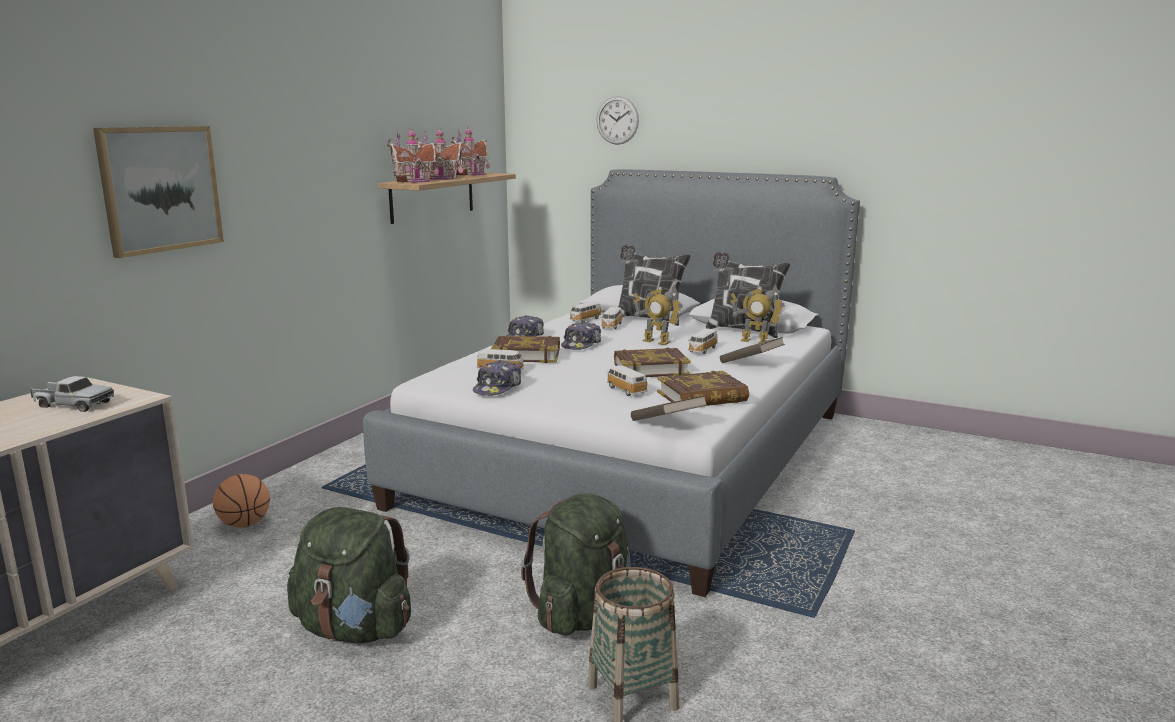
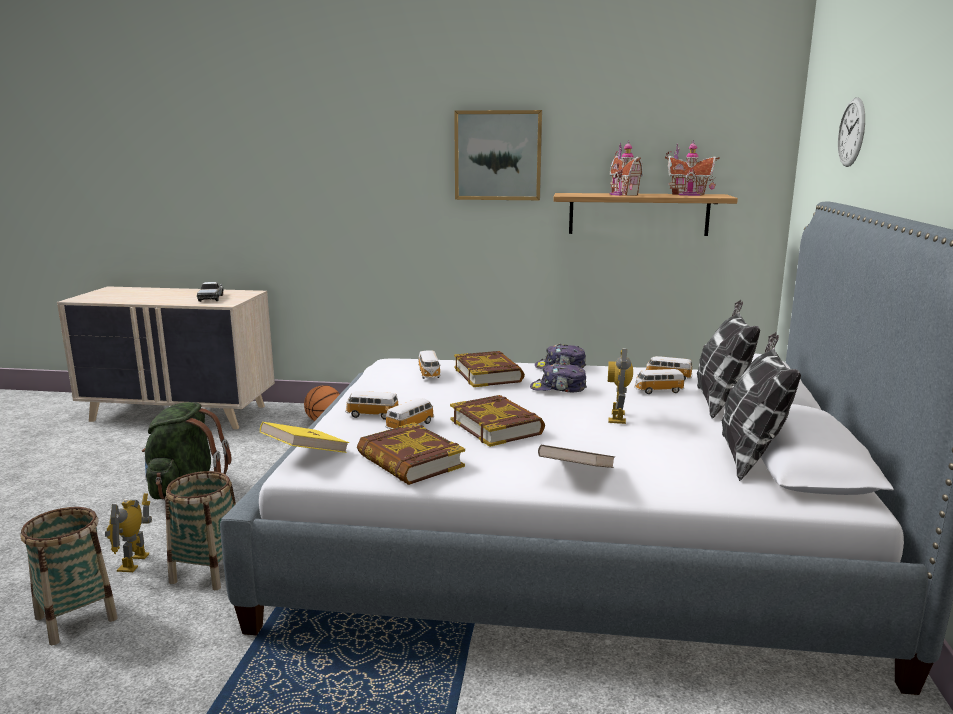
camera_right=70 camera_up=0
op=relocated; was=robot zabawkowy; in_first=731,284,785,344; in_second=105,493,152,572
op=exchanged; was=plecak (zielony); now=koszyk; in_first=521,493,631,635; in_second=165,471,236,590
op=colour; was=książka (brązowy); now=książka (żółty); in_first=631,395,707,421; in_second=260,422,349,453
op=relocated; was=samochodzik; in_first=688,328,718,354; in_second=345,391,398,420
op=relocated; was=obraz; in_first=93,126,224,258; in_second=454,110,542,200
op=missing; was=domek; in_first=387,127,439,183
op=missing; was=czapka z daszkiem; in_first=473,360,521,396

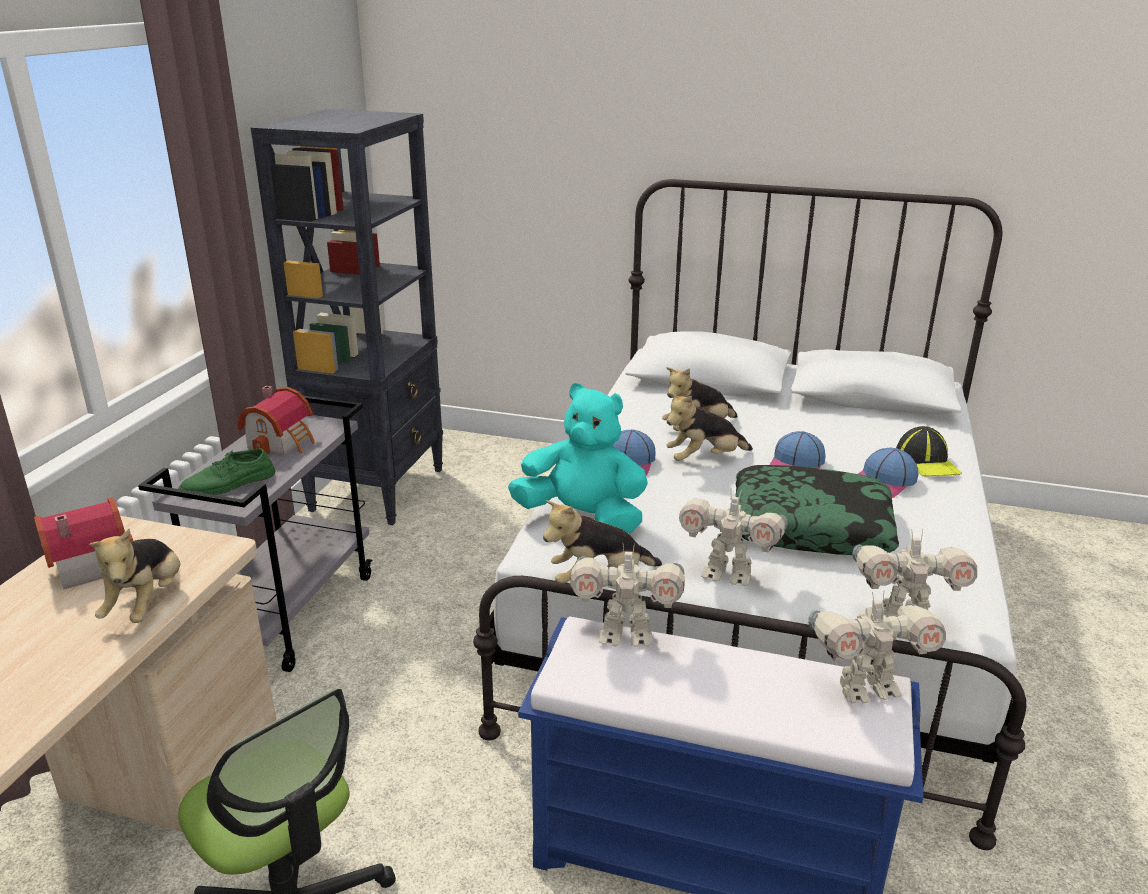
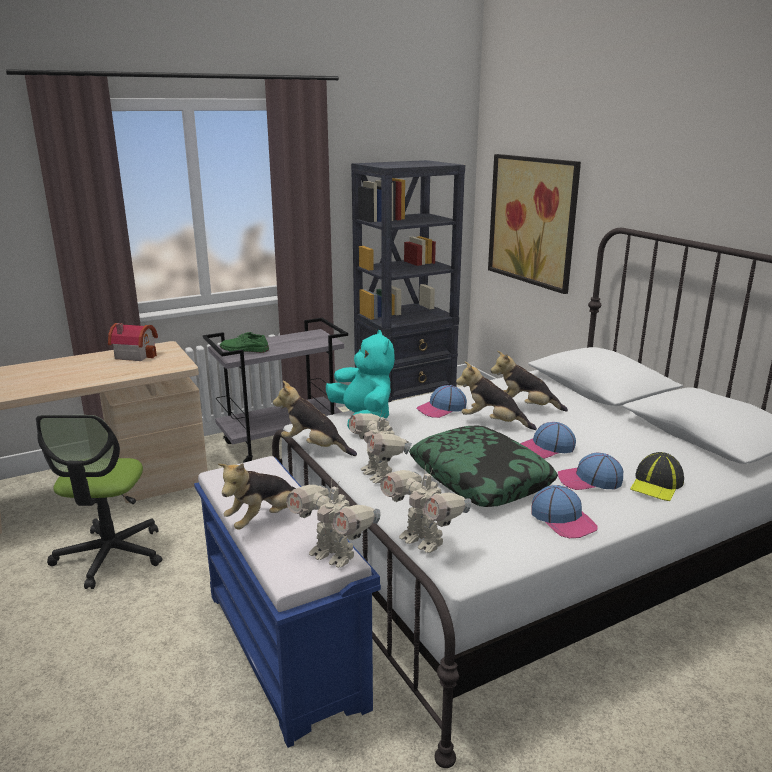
camera_right=45 camera_up=-5
op=relocated; was=pluszak; in_first=89,529,180,623; in_second=218,463,296,530
op=appeared; now=obraz; in_second=488,154,581,294
op=appeared; now=czapka z daszkiem; in_second=532,485,598,538
op=missing; was=domek; in_first=237,386,315,455
op=missing; was=robot zabawkowy; in_first=570,543,685,647

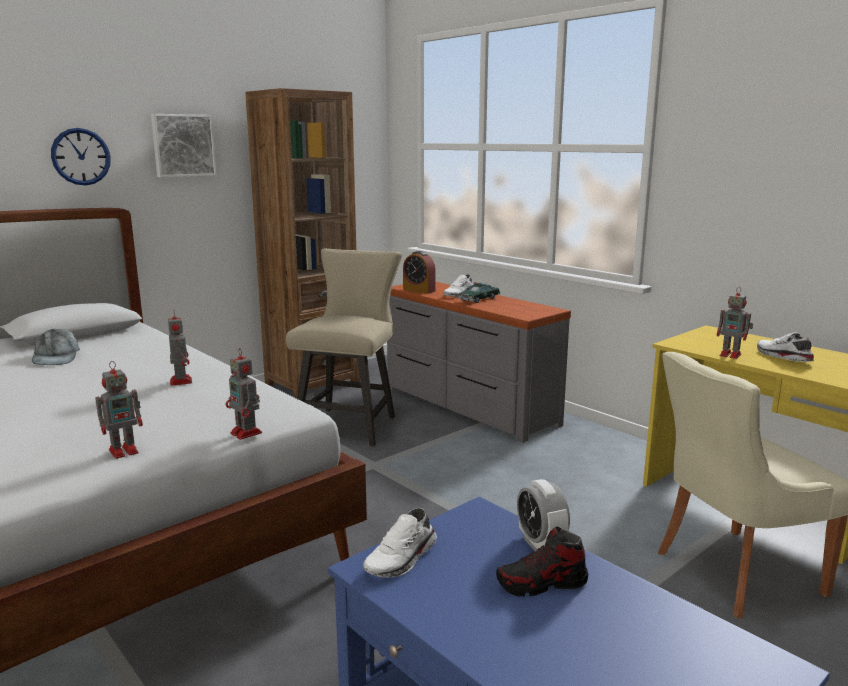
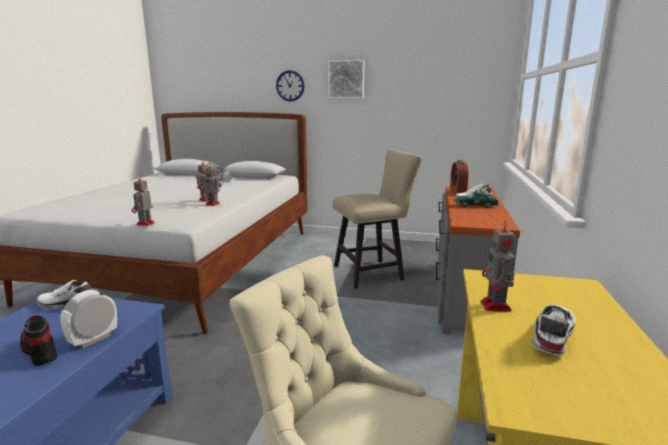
camera_right=55 camera_up=0
op=relocated; was=robot zabawkowy; in_first=95,361,143,459; in_second=202,163,221,206
op=missing; was=regał (brązowy); in_first=245,88,360,399

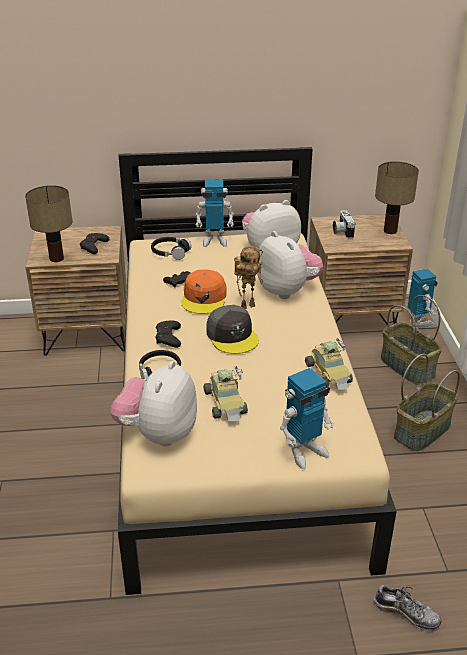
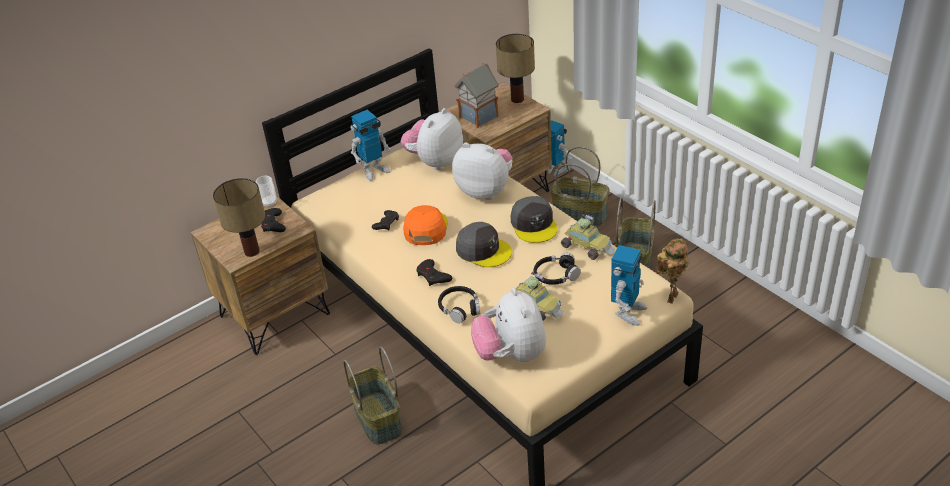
camera_right=-30 camera_up=5
op=appeared; now=filiżanka; in_second=256,176,277,208
op=appeared; now=koszyk; in_second=343,347,403,444
op=spun; was=czapka z daszkiem (pomarańczowy); in_first=182,270,227,314; in_second=403,205,448,245; clockwise=-150
op=exchanged; was=aparat fotograficzny; now=domek; in_first=333,210,356,238; in_second=454,63,499,128
op=appeared; now=czapka z daszkiem (szary); in_second=511,196,558,243
op=relocated; was=słuchawki (czarny); in_first=151,237,192,260; in_second=534,253,581,285
op=relocated; was=robot zabawkowy; in_first=234,246,264,309; in_second=657,239,688,304
op=missing; was=but; in_first=374,585,441,630

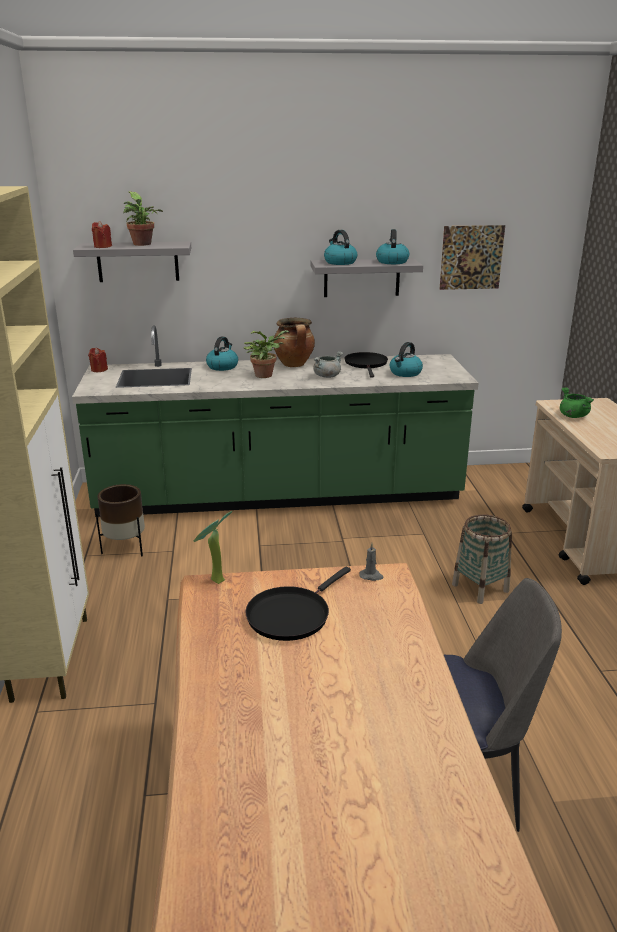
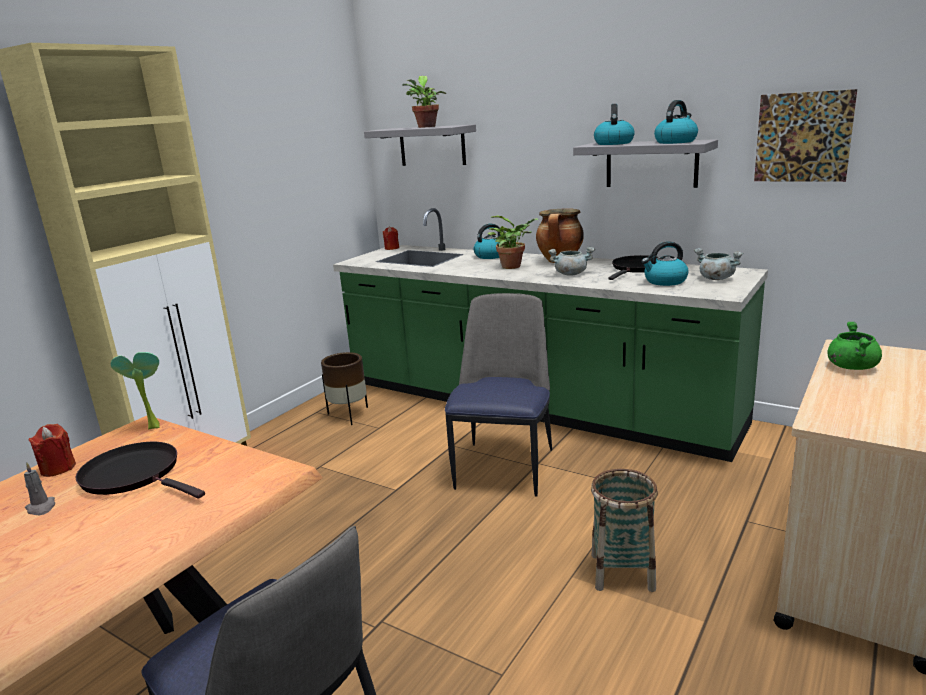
camera_right=40 camera_up=-5
op=relocated; was=świeca (szary); in_first=359,543,384,581; in_second=24,462,55,515
op=relocated; was=świeca (czerwony); in_first=92,221,112,248; in_second=29,424,76,477
op=spun; was=patelnia (czarny); in_first=246,566,351,641; in_second=75,442,205,499; clockwise=45
op=appeared; now=krzesło; in_second=445,293,552,496
op=appeared; now=garnek (szary); in_second=694,248,743,280

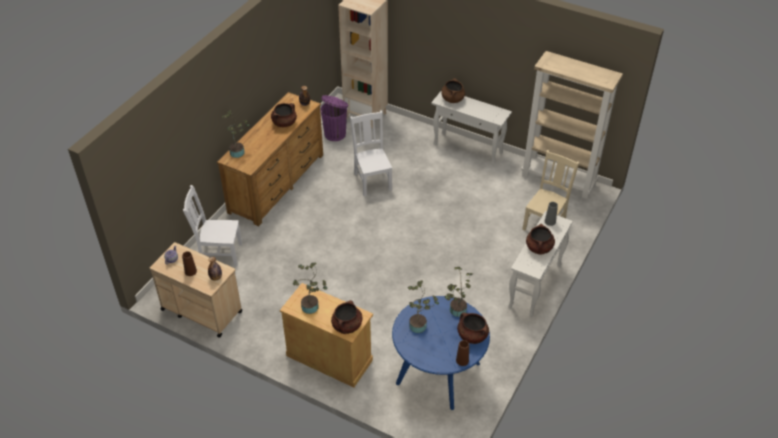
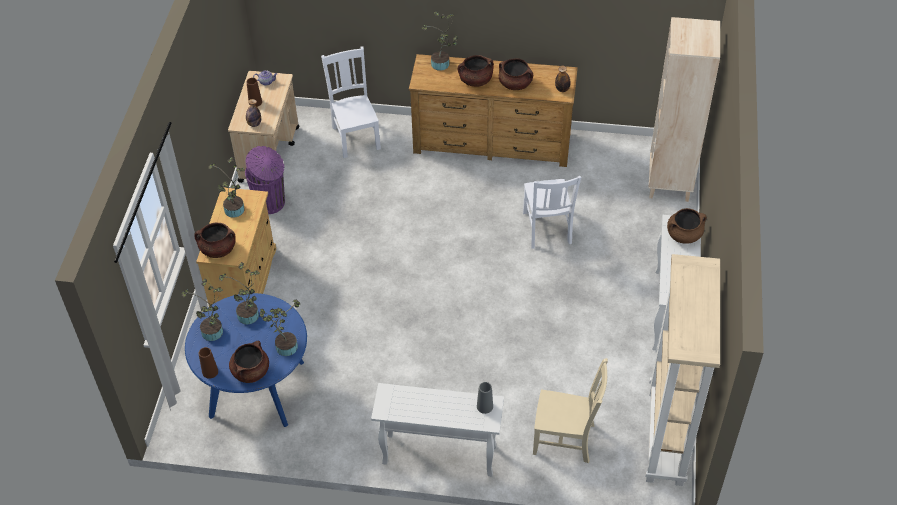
camera_right=70 camera_up=5
op=appeared; now=roślina doniczkowa; in_second=182,279,223,341
op=relocated; was=kosz na śmieci (fioletowy); in_first=321,95,348,141; in_second=245,146,285,214
op=relocated; was=garnek (brązowy); in_first=526,224,555,254; in_second=458,55,494,87
op=spun; was=krzesło (biały); in_first=350,110,392,196; in_second=523,176,581,249; clockwise=120

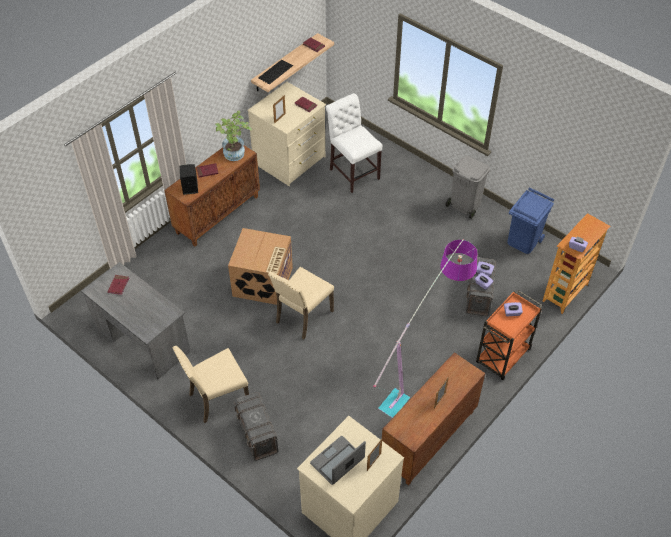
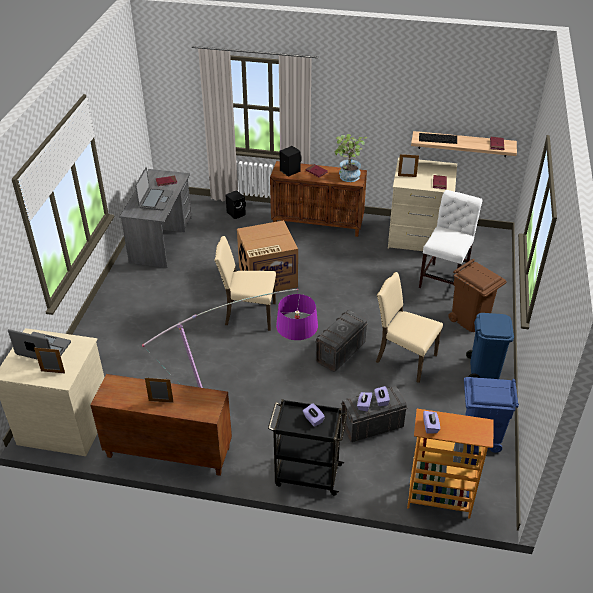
camera_right=60 camera_up=-10
op=appeared; now=laptop; in_second=135,167,173,211
op=appeared; now=głośnik (czarny); in_second=226,190,246,219
op=colour; was=wózek (pomarańczowy); now=wózek (czarny); in_first=476,290,542,380; in_second=268,399,347,496
op=relocated; was=pojemnik do przechowywania (szary); in_first=234,392,278,461; in_second=315,310,368,372
op=relocated; was=krzesło (beżowy); in_first=173,346,249,423; in_second=376,272,443,383
op=appeared; now=kosz na śmieci (brązowy); in_second=448,259,507,332
op=colour; was=kosz na śmieci (szary); now=kosz na śmieci (niebieski); in_first=445,156,490,219; in_second=466,313,514,379

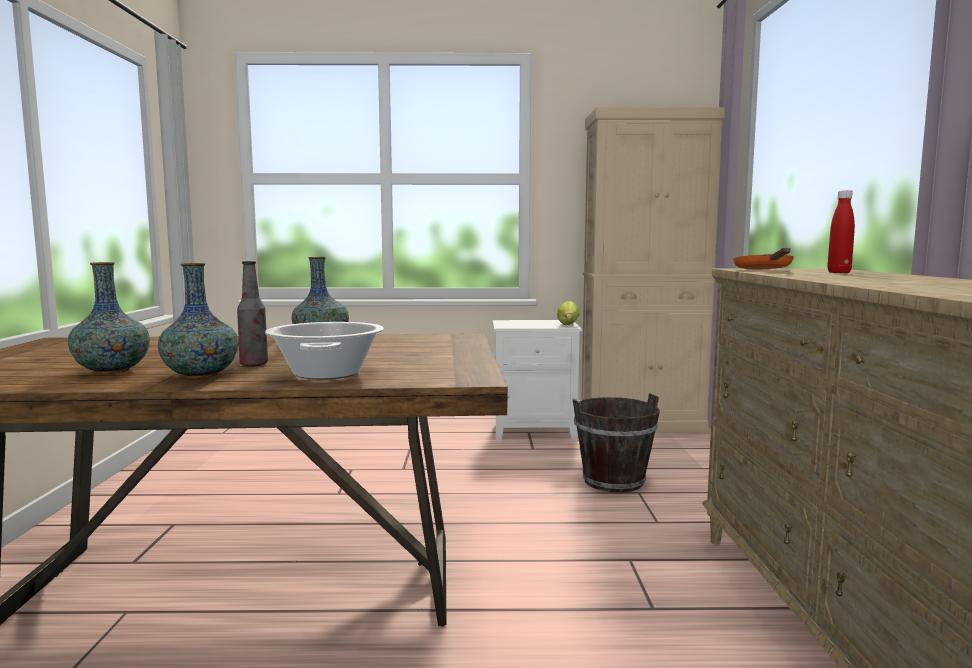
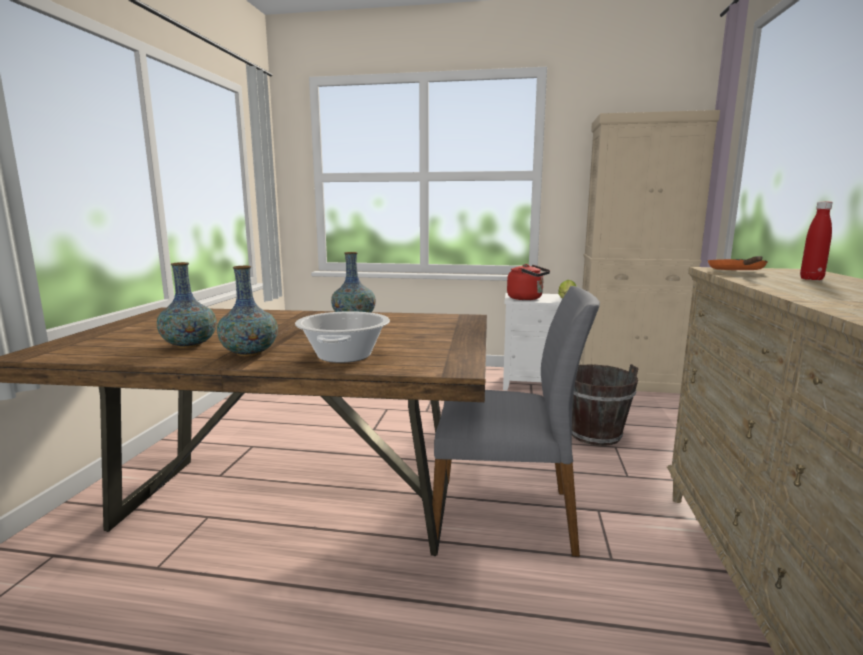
camera_right=10 camera_up=5
op=appeared; now=krzesło (szary); in_second=432,286,600,557
op=appeared; now=czajnik (czerwony); in_second=507,264,550,300
op=missing; was=butelka; in_first=237,261,268,366

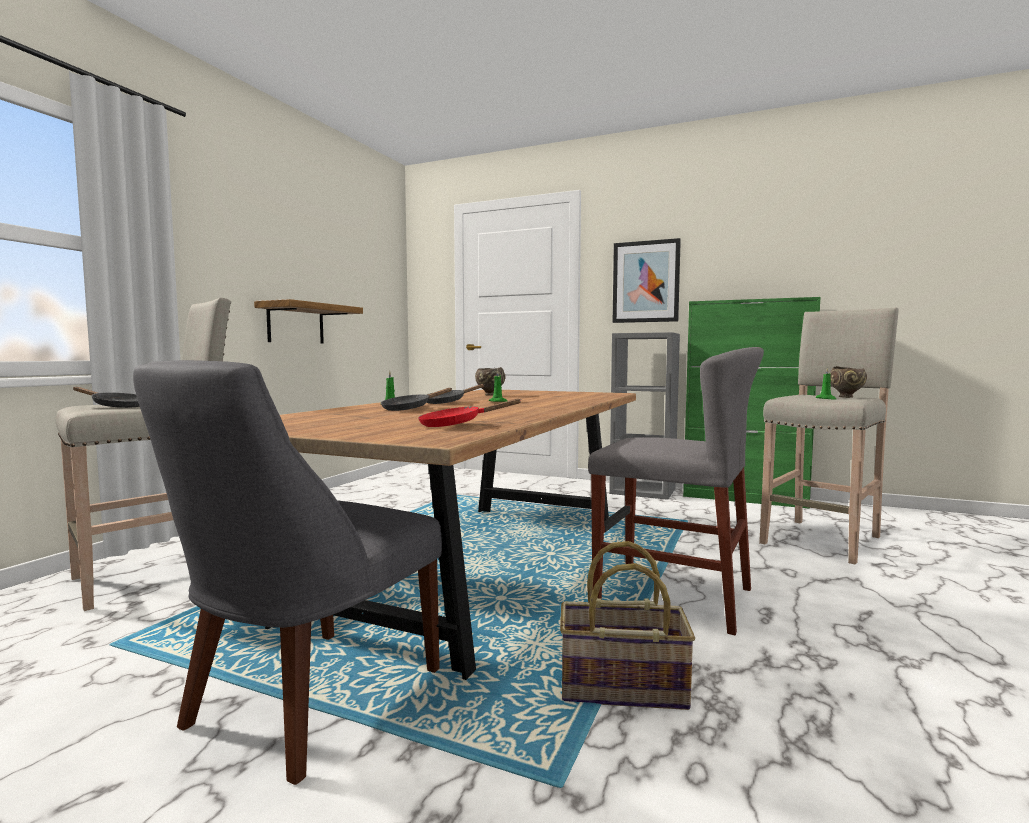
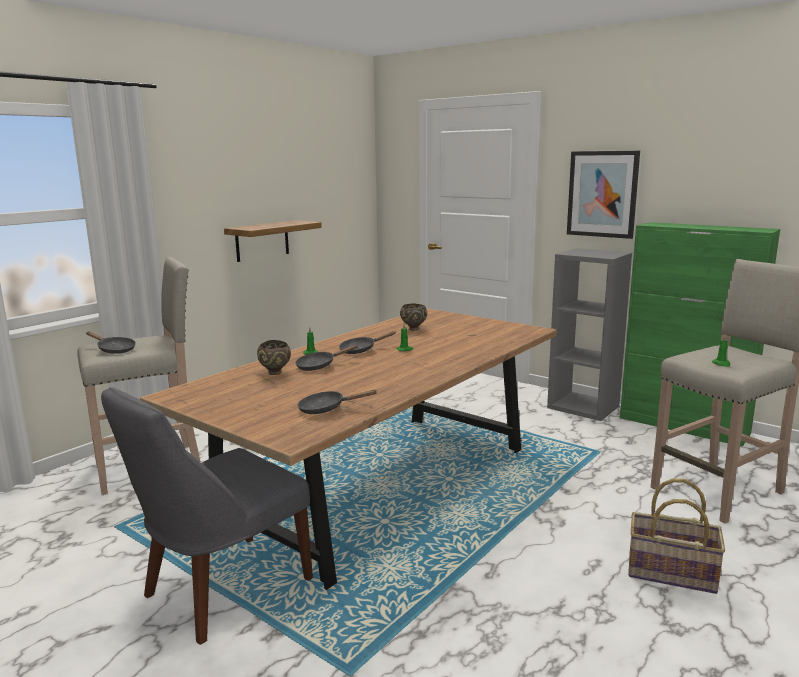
camera_right=15 camera_up=10
op=relocated; was=miska (brązowy); in_first=830,366,867,398; in_second=257,340,291,375
op=colour; was=patelnia (czerwony); now=patelnia (czarny); in_first=418,399,522,427; in_second=297,390,378,414
op=relocated; was=koszyk; in_first=560,541,695,710; in_second=628,479,725,594
op=missing; was=krzesło (szary); in_first=588,347,764,635

